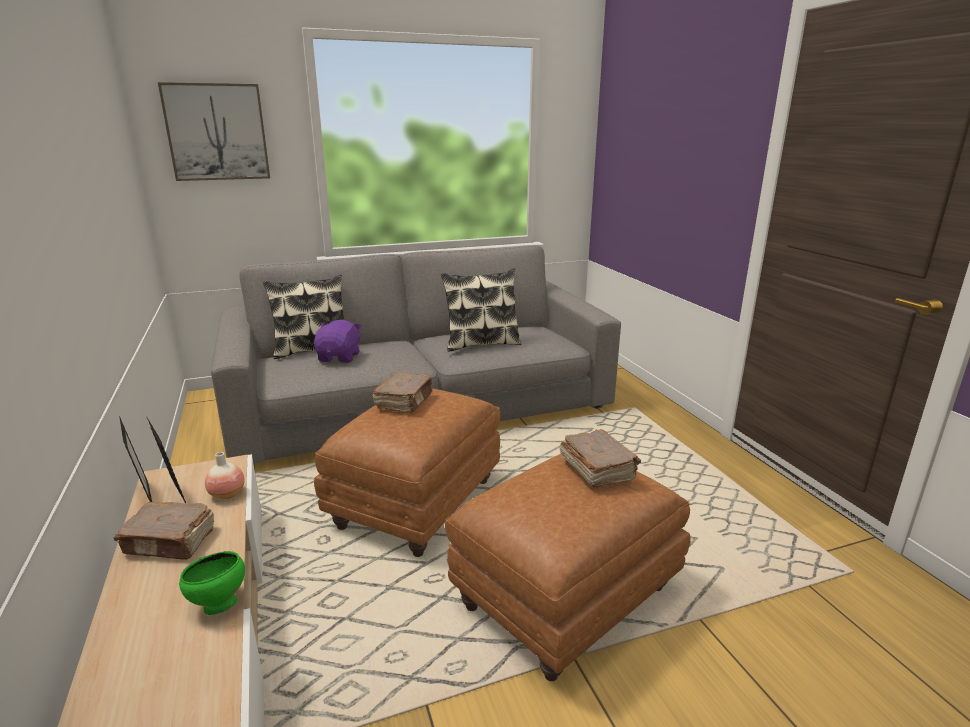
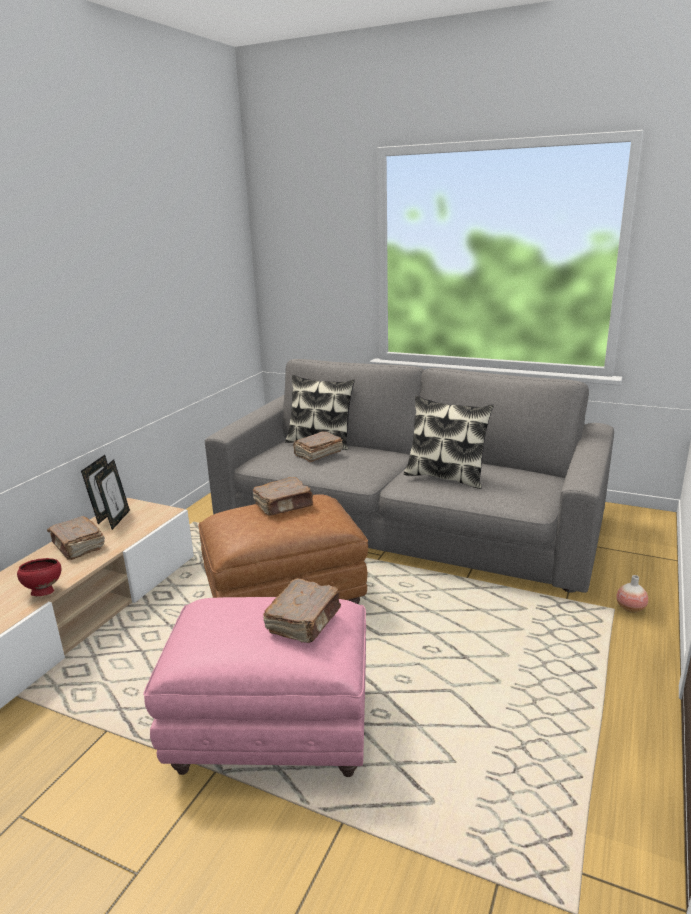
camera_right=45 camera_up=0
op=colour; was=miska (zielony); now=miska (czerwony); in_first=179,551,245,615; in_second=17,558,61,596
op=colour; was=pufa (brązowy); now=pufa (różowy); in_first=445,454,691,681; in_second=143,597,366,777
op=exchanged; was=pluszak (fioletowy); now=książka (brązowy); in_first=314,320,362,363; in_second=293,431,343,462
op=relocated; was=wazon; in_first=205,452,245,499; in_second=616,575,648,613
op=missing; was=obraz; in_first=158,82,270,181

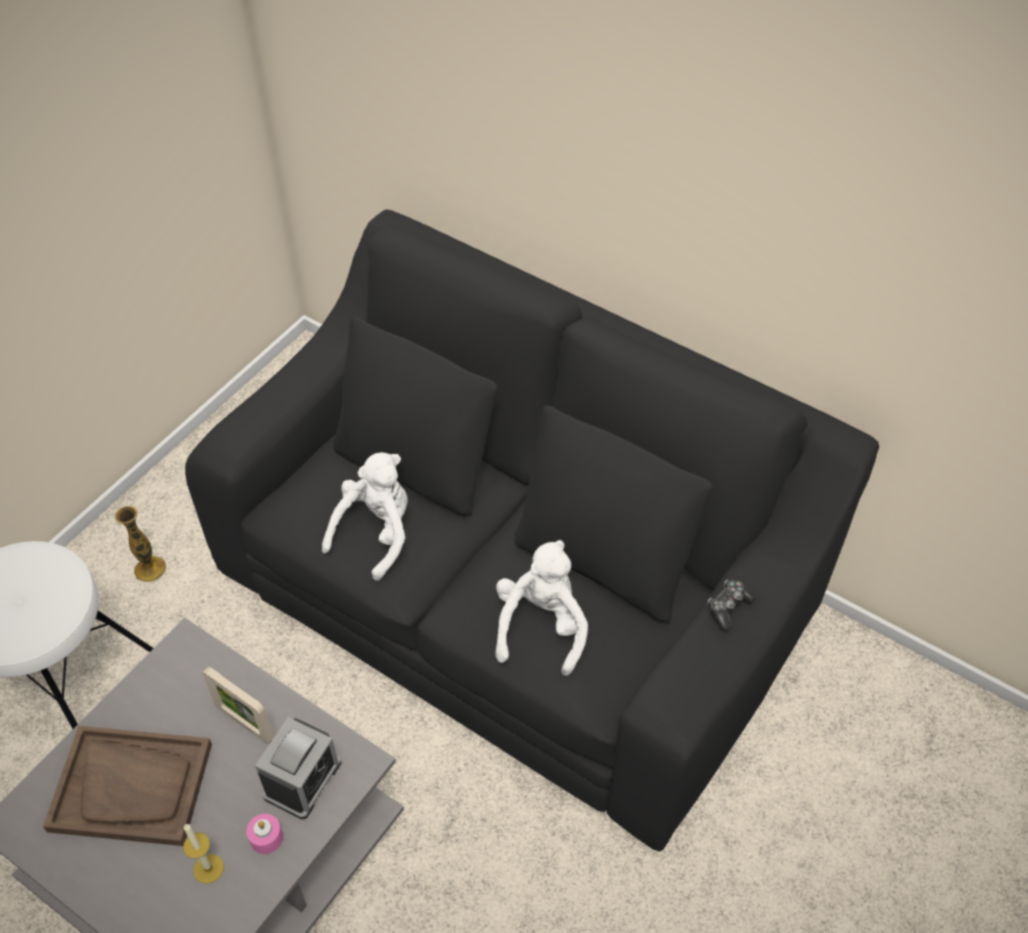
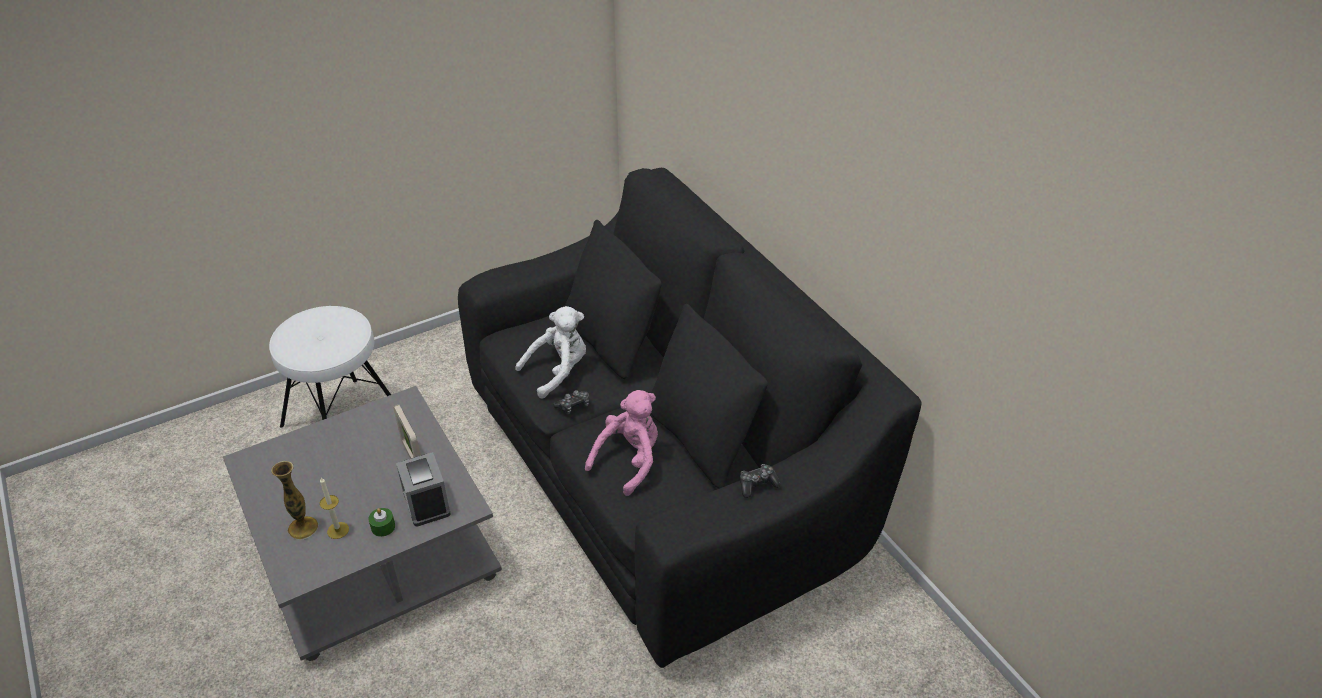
camera_right=25 camera_up=-10
op=relocated; was=wazon; in_first=115,506,166,582; in_second=271,461,318,539
op=colour; was=świeca (różowy); now=świeca (zielony); in_first=246,814,283,854; in_second=368,508,395,537
op=spun; was=budzik; in_first=255,717,341,819; in_second=396,452,451,527; clockwise=105
op=appeared; now=pad do gier; in_second=553,390,589,414
op=colour; was=pluszak (biały); now=pluszak (różowy); in_first=495,540,588,676; in_second=585,390,658,496
op=missing; was=taca (brązowy); in_first=43,726,212,846

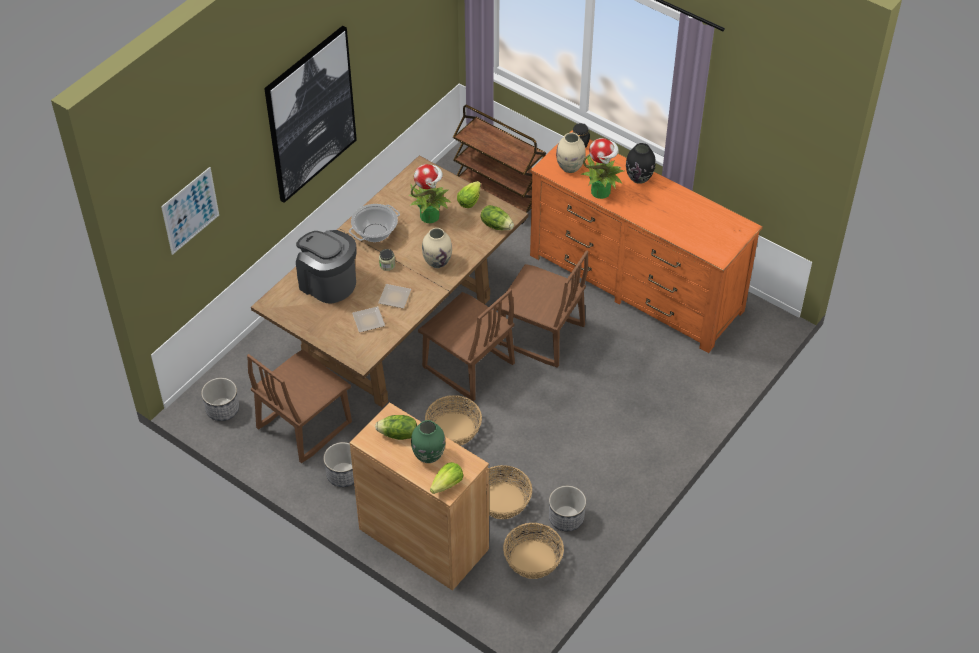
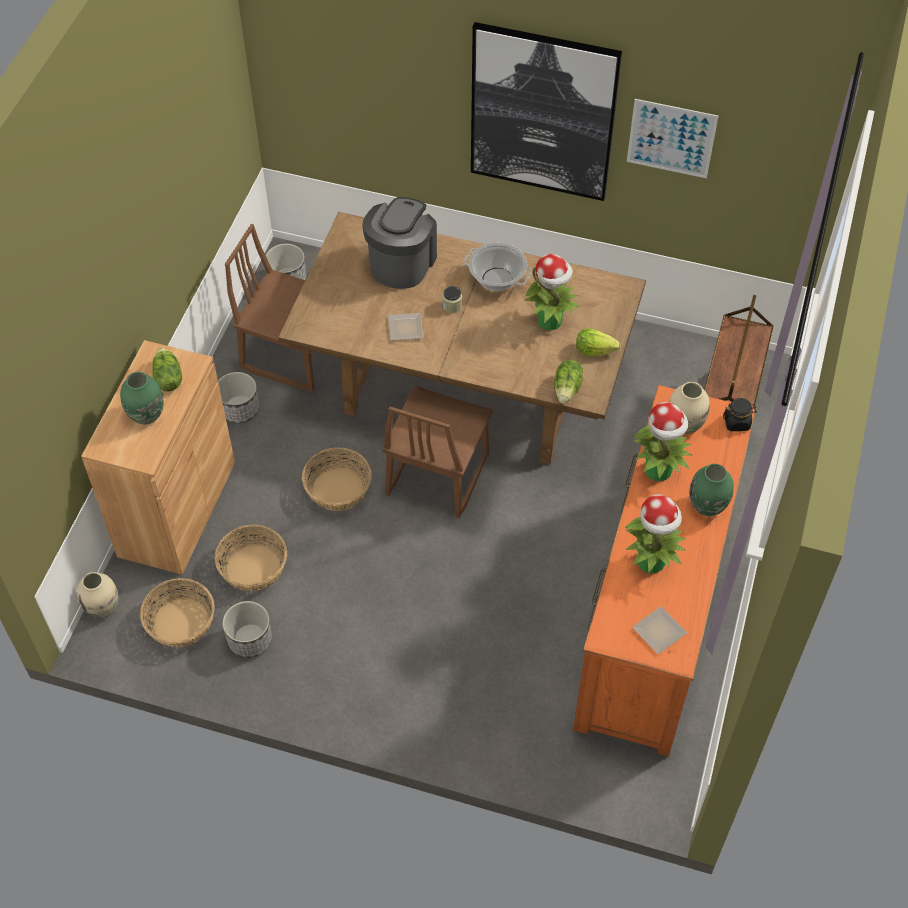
camera_right=70 camera_up=5
op=relocated; was=wazon (beżowy); in_first=422,228,452,268; in_second=77,572,118,618
op=appeared; now=roślina doniczkowa; in_second=625,494,686,574
op=relocated; was=obraz; in_first=161,167,219,255; in_second=627,99,718,178
op=relocated; was=talerz; in_first=352,307,385,332; in_second=632,606,687,654
op=colour; was=wazon (czarny); now=wazon (zielony); in_first=626,143,656,184; in_second=689,464,734,516
op=missing; was=sałata; in_first=430,462,463,494
op=missing; was=krzesło (brązowy); in_first=496,250,588,368

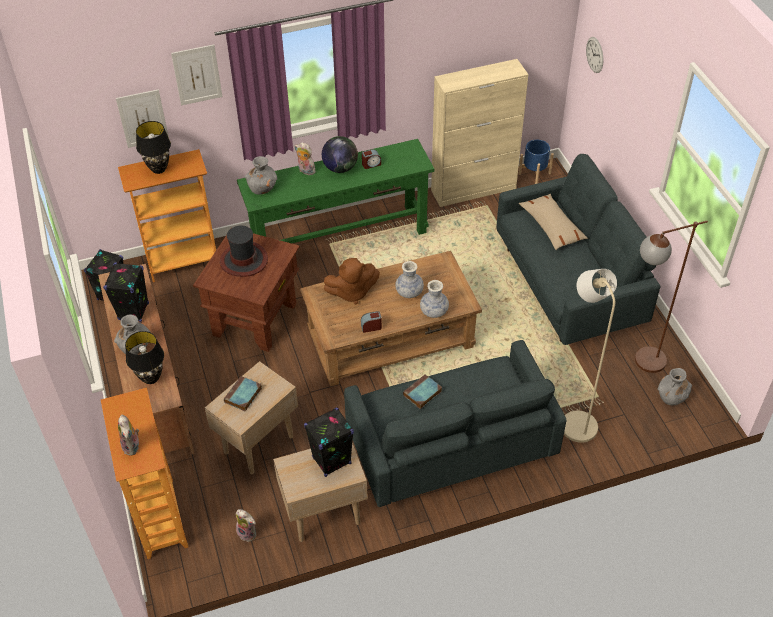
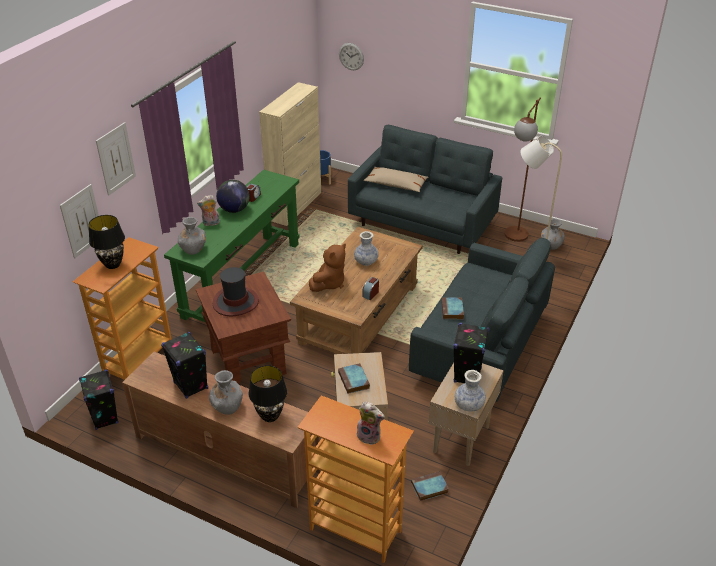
camera_right=-45 camera_up=-10
op=exchanged; was=pluszak; now=książka; in_first=236,509,256,542; in_second=411,471,449,501
op=relocated; was=wazon; in_first=420,280,449,318; in_second=455,370,486,412

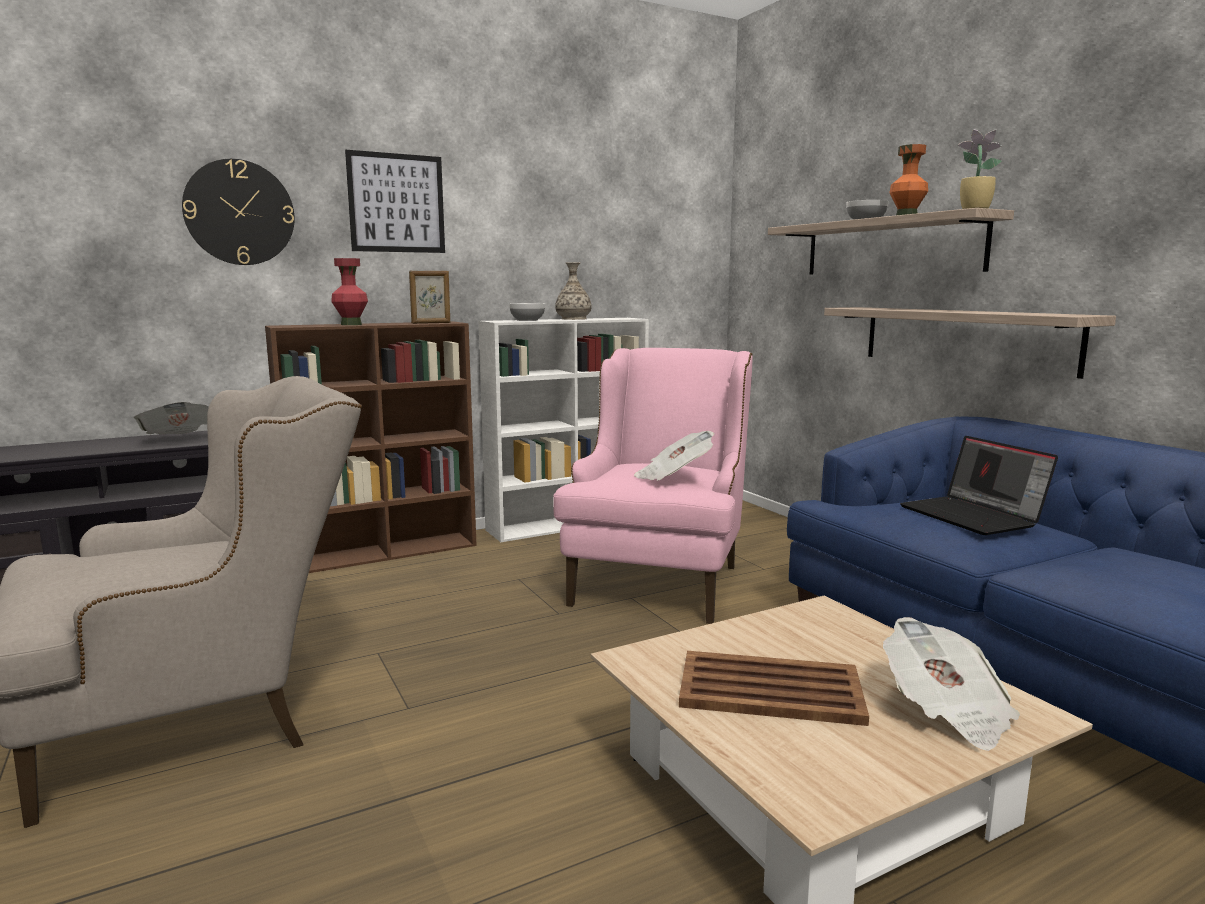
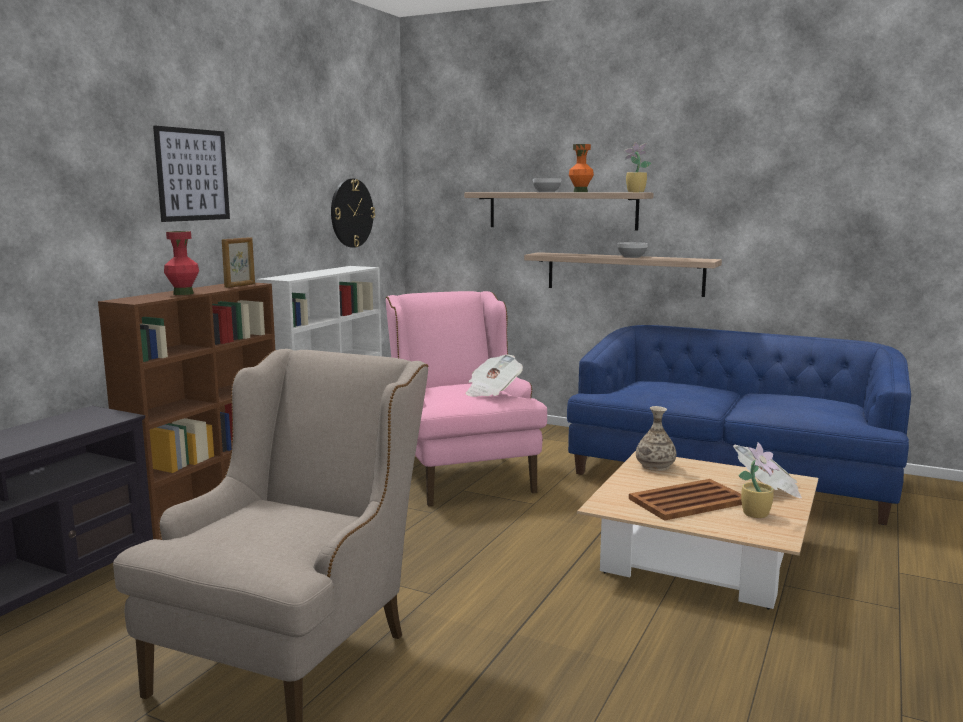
camera_right=-35 camera_up=0
op=relocated; was=zegar ścienny; in_first=182,159,295,265; in_second=331,178,375,248
op=relocated; was=miska; in_first=509,303,545,321; in_second=618,242,648,258
op=relocated; was=wazon; in_first=555,262,592,320; in_second=636,406,676,471
op=appeared; now=roślina doniczkowa; in_second=738,443,779,518
op=missing; was=gazeta; in_first=134,402,209,435
op=missing; was=laptop; in_first=900,436,1058,535

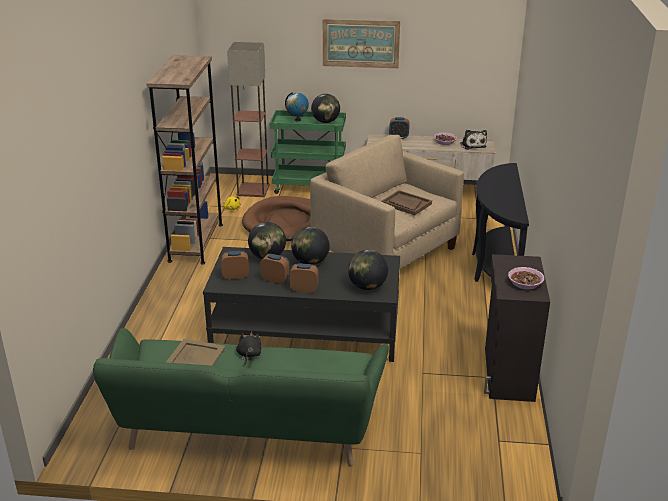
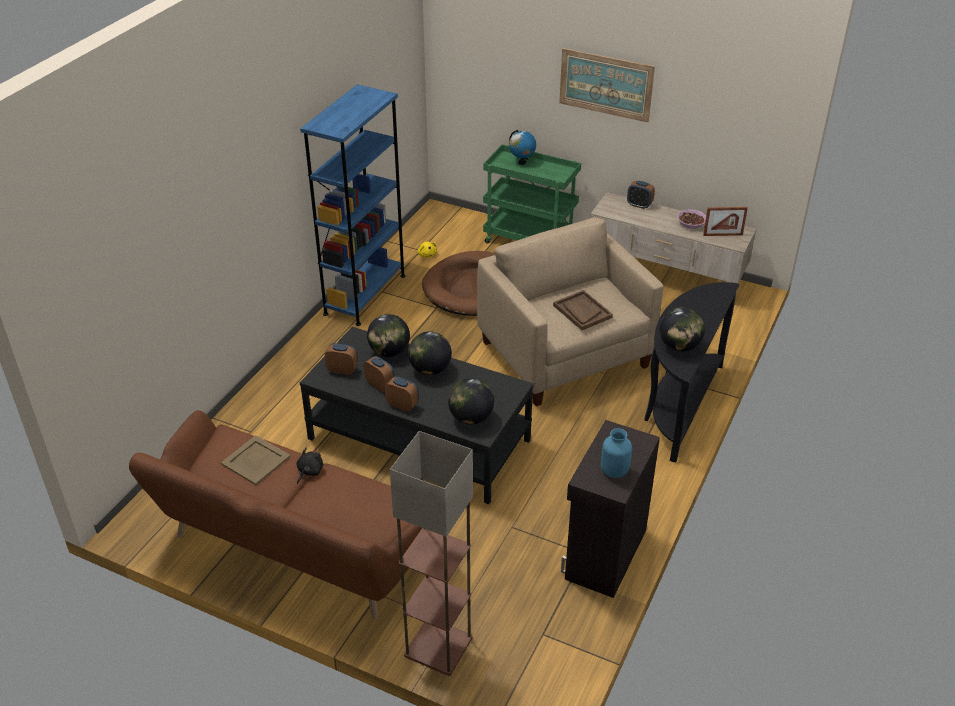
camera_right=20 camera_up=10
op=colour; was=kanapa (zielony); now=kanapa (brązowy); in_first=93,328,389,466; in_second=129,410,422,619
op=colour; was=regał (brązowy); now=regał (niebieski); in_first=147,55,223,264; in_second=300,84,405,326
op=relocated; was=lampa stojąca; in_first=227,42,269,197; in_second=390,431,473,676
op=exchanged; was=miska; now=wazon (niebieski); in_first=508,267,544,289; in_second=601,428,632,478
op=relocated; was=globus; in_first=311,94,340,123; in_second=659,307,705,352
op=exchanged; was=pluszak; now=ramka na zdjęcie; in_first=460,130,487,150; in_second=703,207,748,236

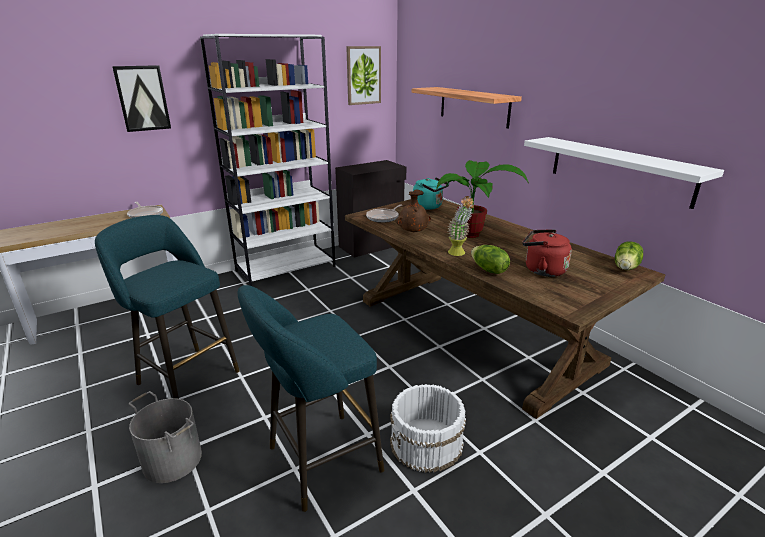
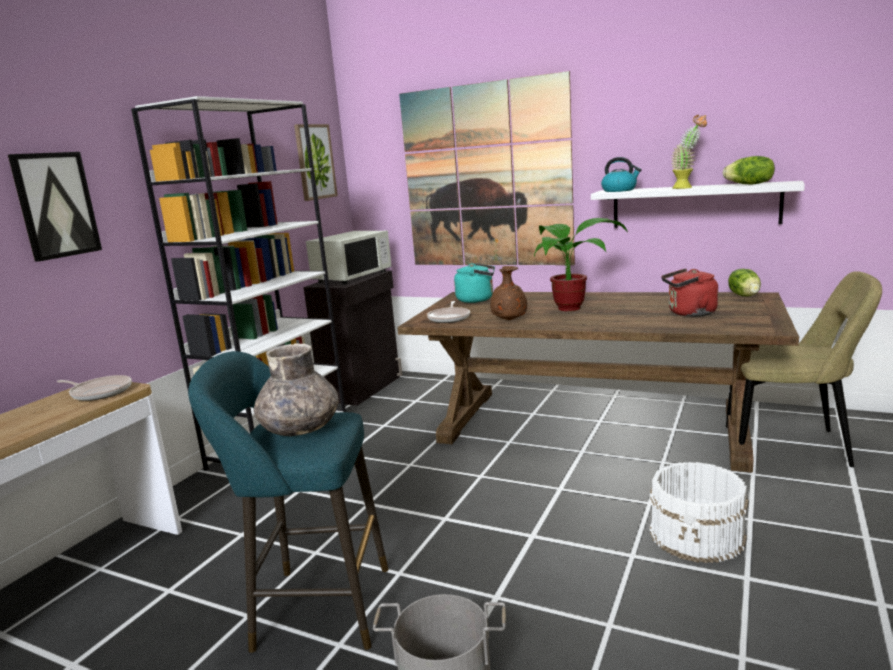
camera_right=-30 camera_up=-10
op=appeared; now=wazon (szary); in_second=254,344,338,436
op=appeared; now=mikrofalówka (biały); in_second=306,231,392,284
op=exchanged; was=półka; now=obraz; in_first=412,87,522,129; in_second=399,71,575,265
op=appeared; now=czajnik; in_second=601,157,642,192
op=relocated; was=roślina doniczkowa; in_first=448,196,474,256; in_second=671,115,707,189
op=relocated; was=sałata; in_first=471,245,510,274; in_second=723,156,775,185
op=appeared; now=krzesło (beżowy); in_second=726,271,882,467
op=missing; was=stołek (turkusowy); in_first=238,285,384,512

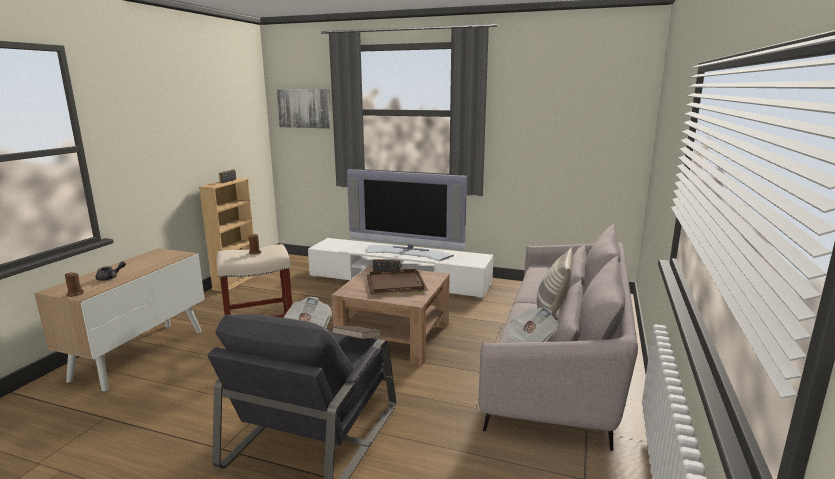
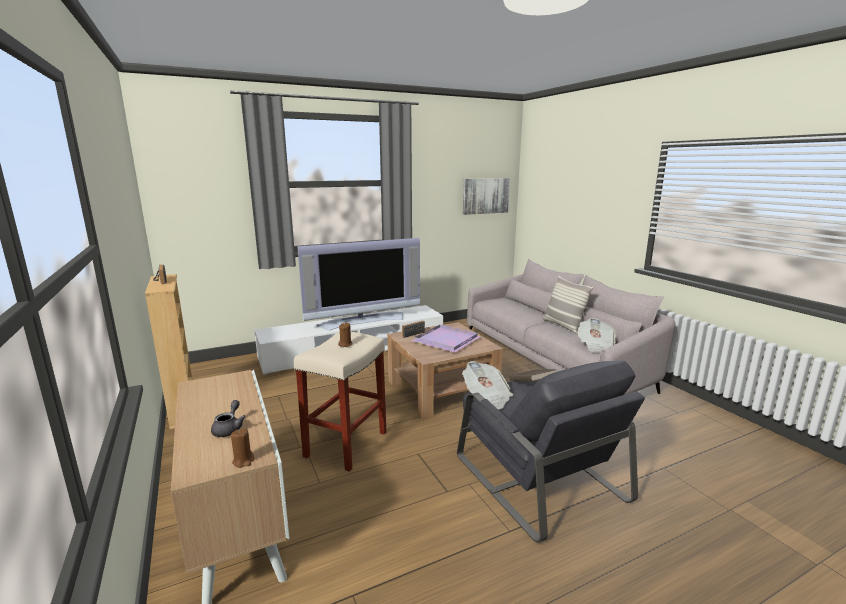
camera_right=-45 camera_up=0
op=colour; was=taca (brązowy); now=taca (fioletowy); in_first=366,269,428,295; in_second=411,325,481,352
op=relocated; was=obraz; in_first=277,89,331,128; in_second=463,178,510,215

